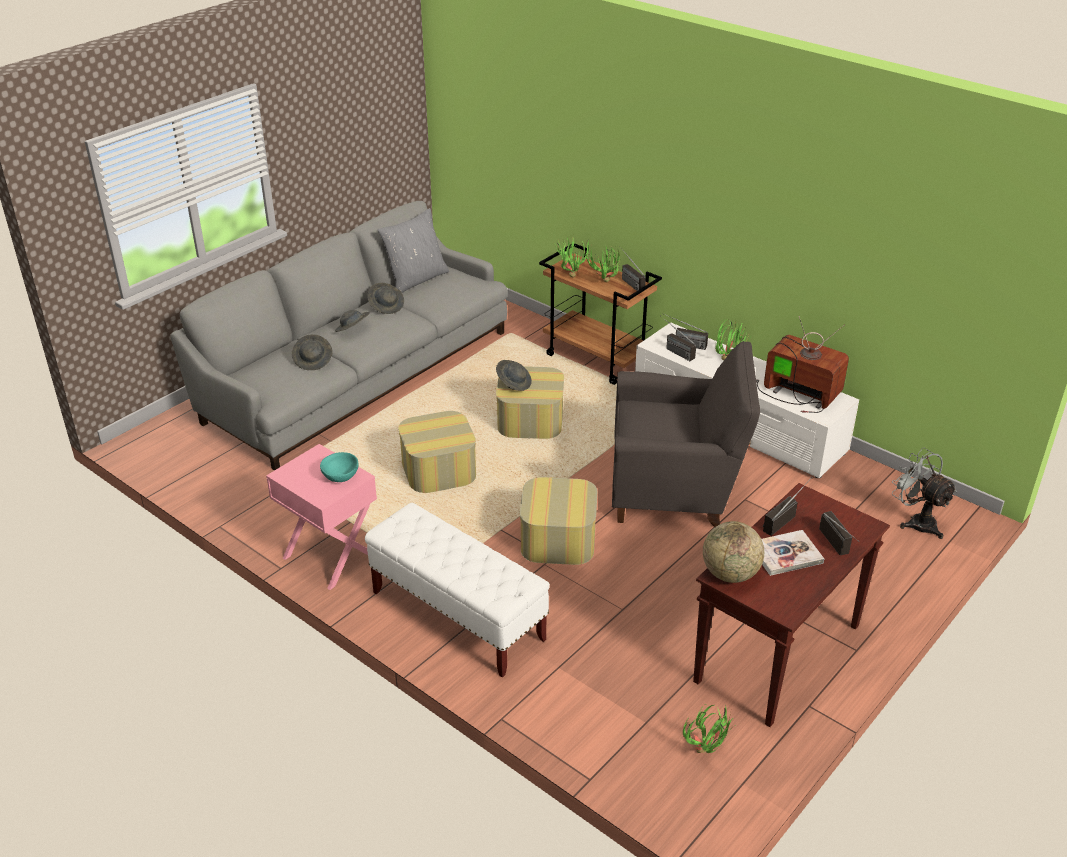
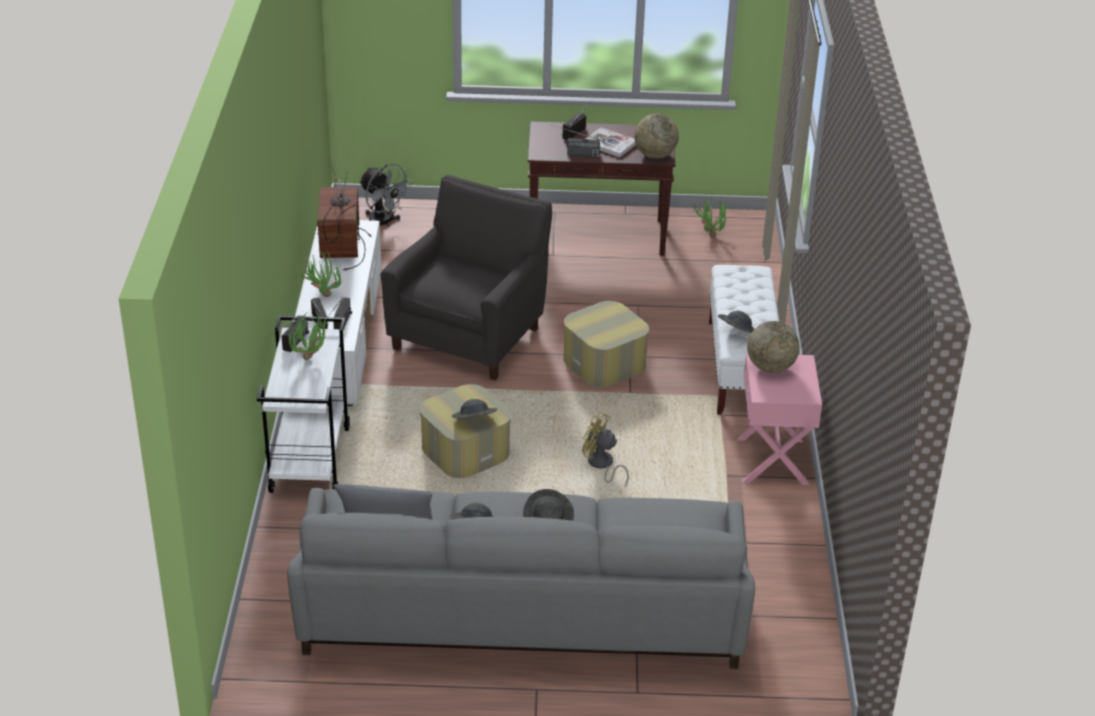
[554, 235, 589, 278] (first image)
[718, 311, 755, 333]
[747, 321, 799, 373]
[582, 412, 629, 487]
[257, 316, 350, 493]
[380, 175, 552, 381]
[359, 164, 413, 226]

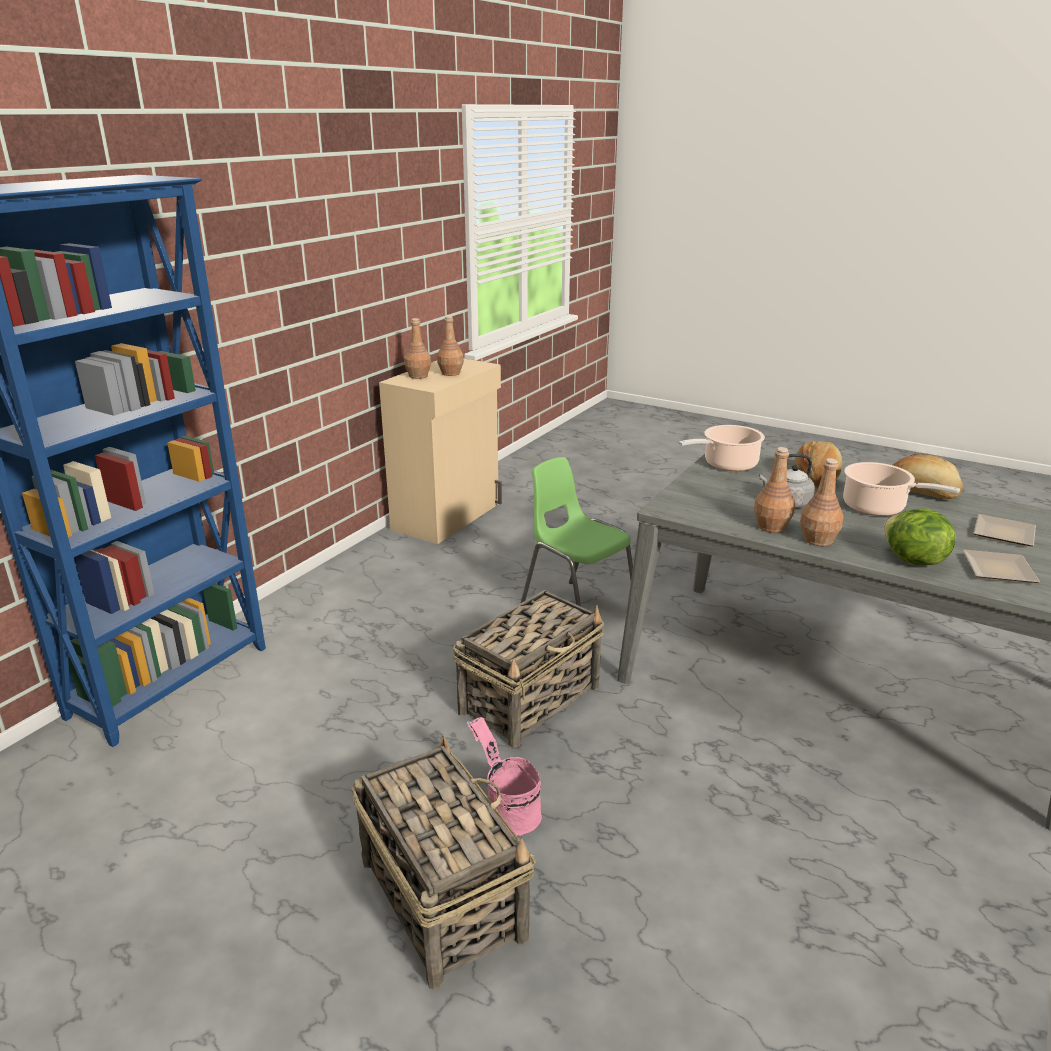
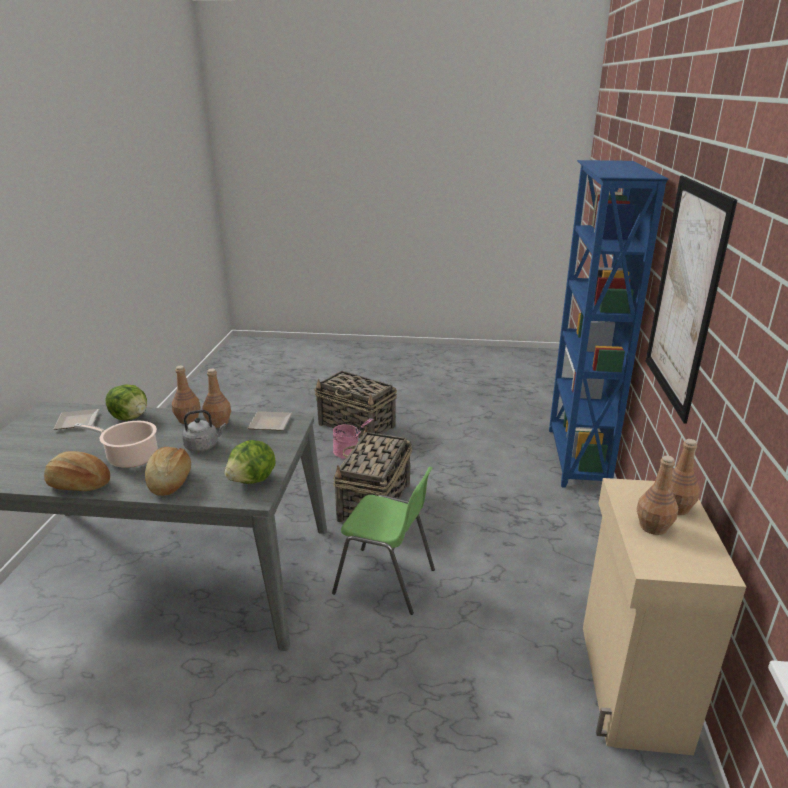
[645, 176, 738, 424]
[247, 411, 292, 431]
[224, 440, 276, 484]

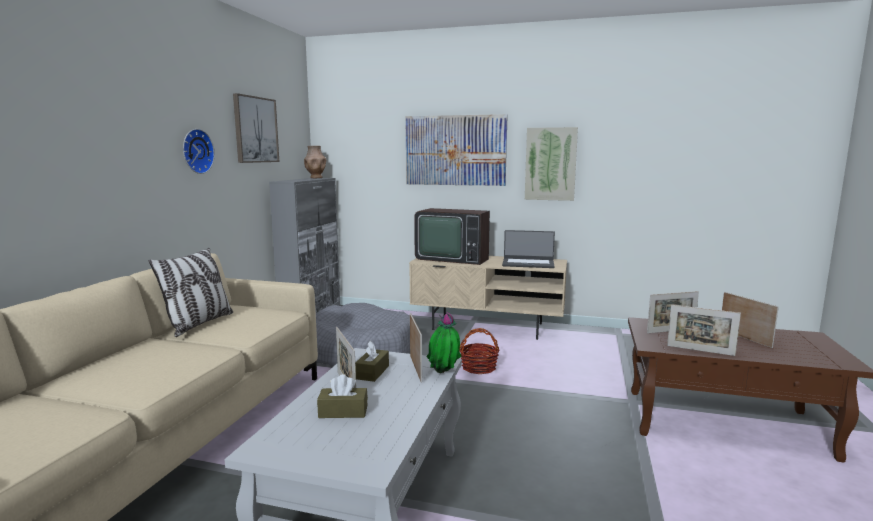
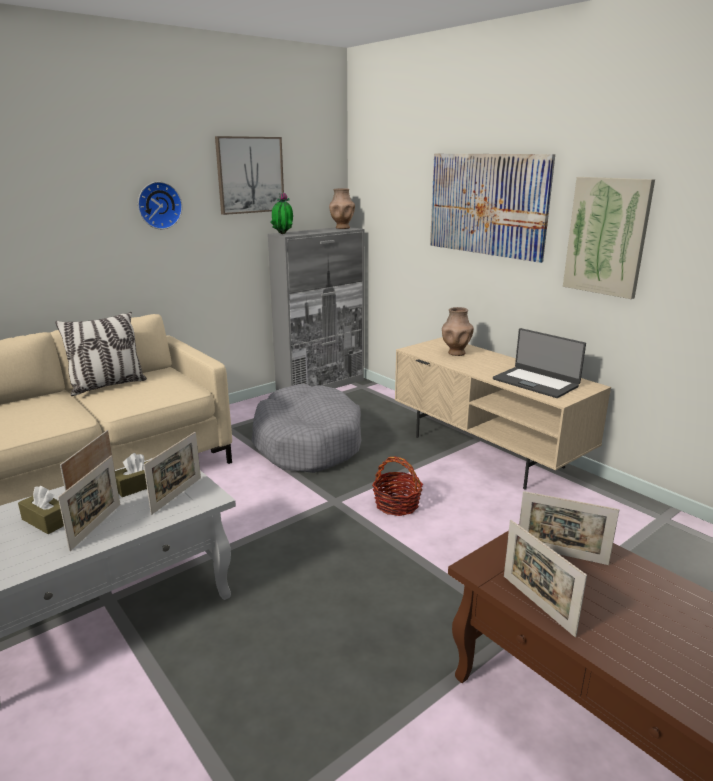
[270, 192, 293, 234]
[58, 456, 120, 551]
[442, 307, 474, 356]

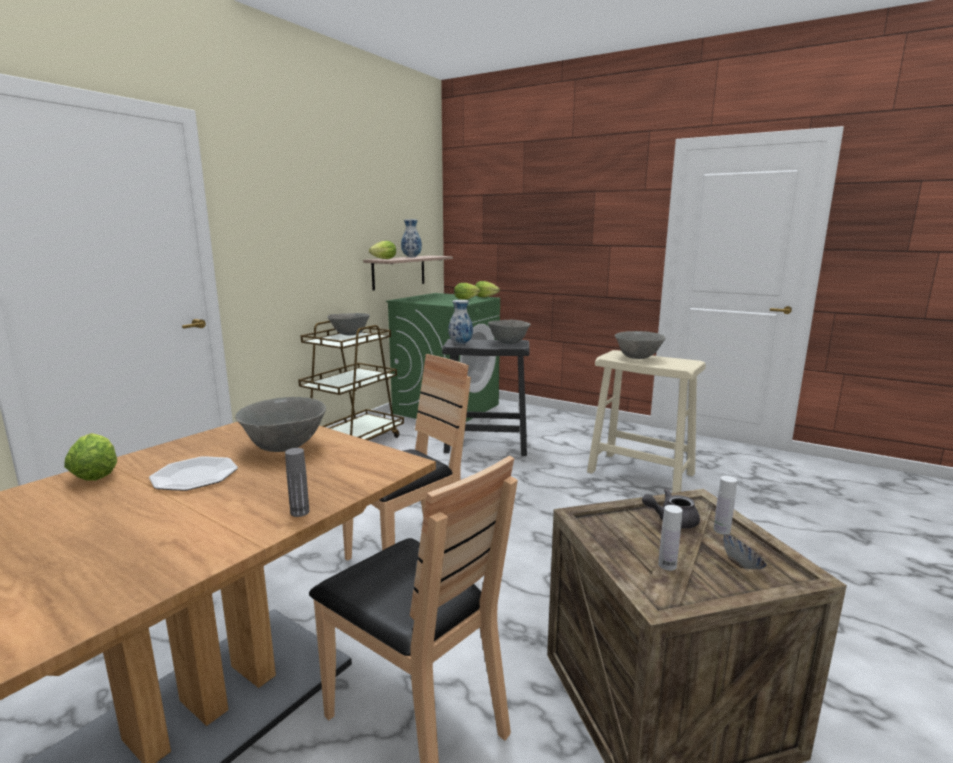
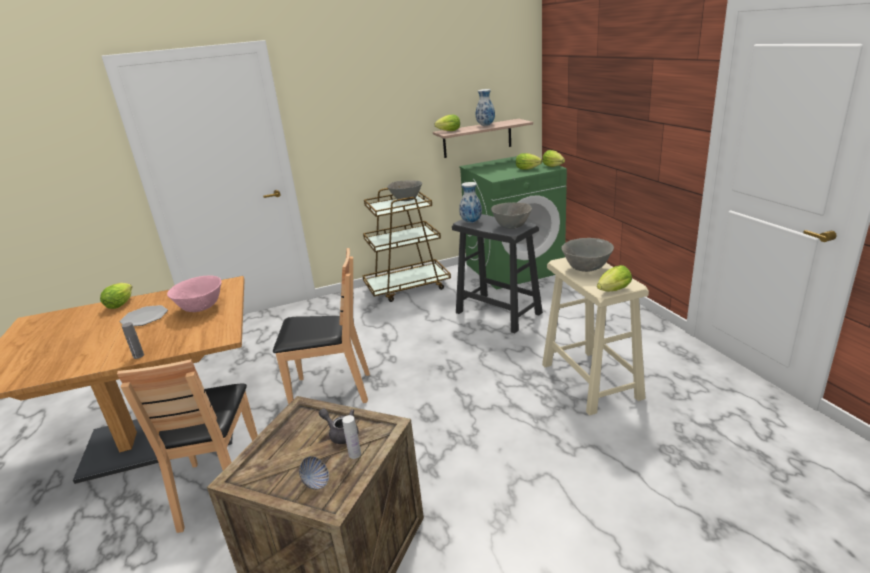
[658, 505, 683, 571] (first image)
[597, 265, 632, 292]
[167, 276, 222, 312]

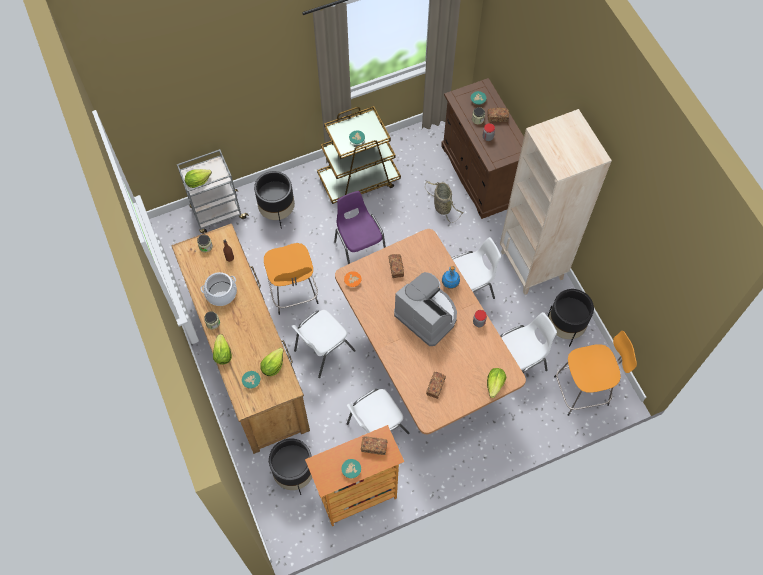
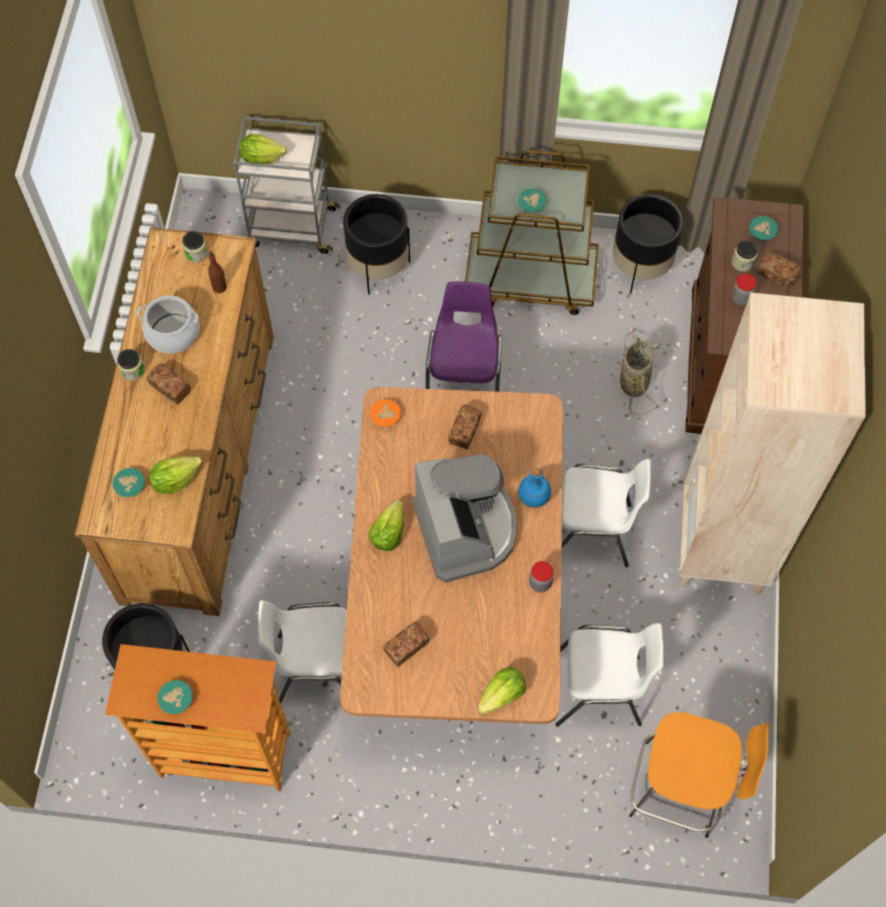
[264, 243, 318, 315] (first image)
[292, 310, 356, 378] (first image)
[369, 500, 404, 551]
[147, 363, 191, 405]
[613, 194, 683, 294]

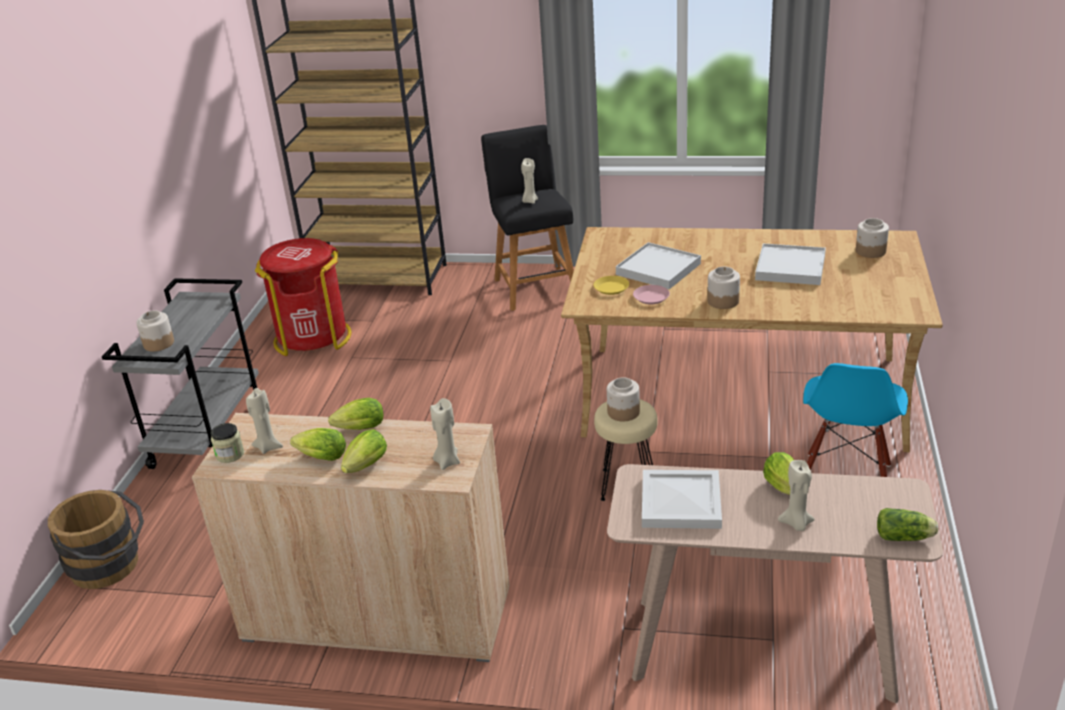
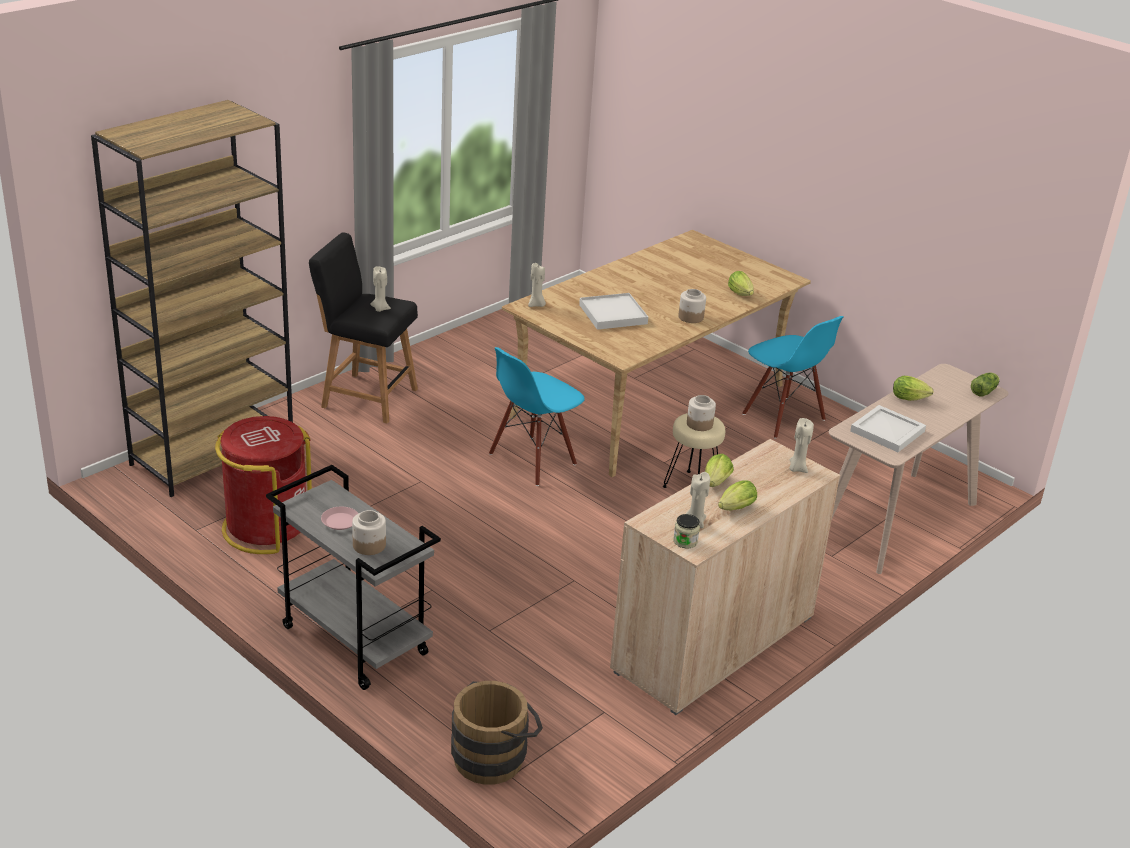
[594, 276, 629, 295] (first image)
[755, 243, 826, 285] (first image)
[856, 218, 889, 258] (first image)
[489, 347, 585, 486]
[728, 271, 754, 296]
[321, 507, 358, 530]
[528, 263, 546, 307]

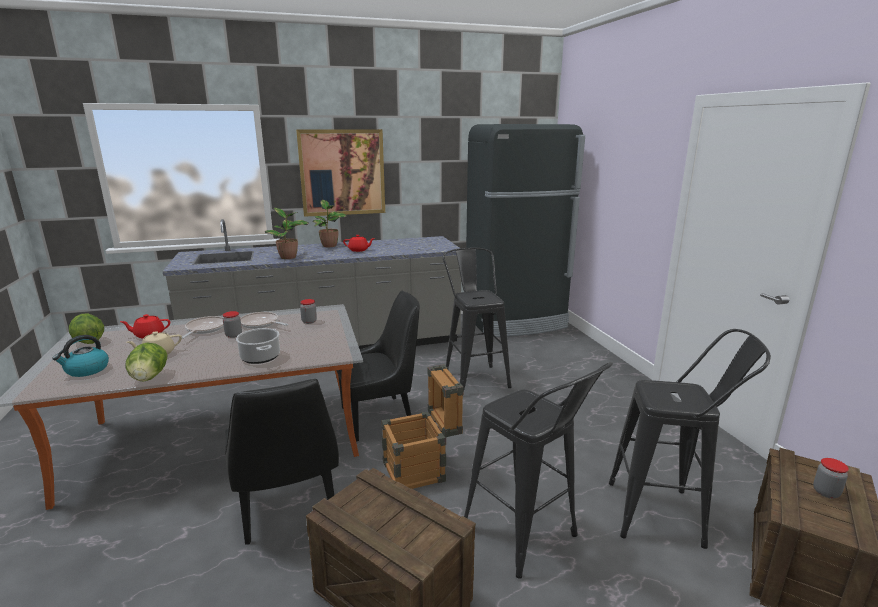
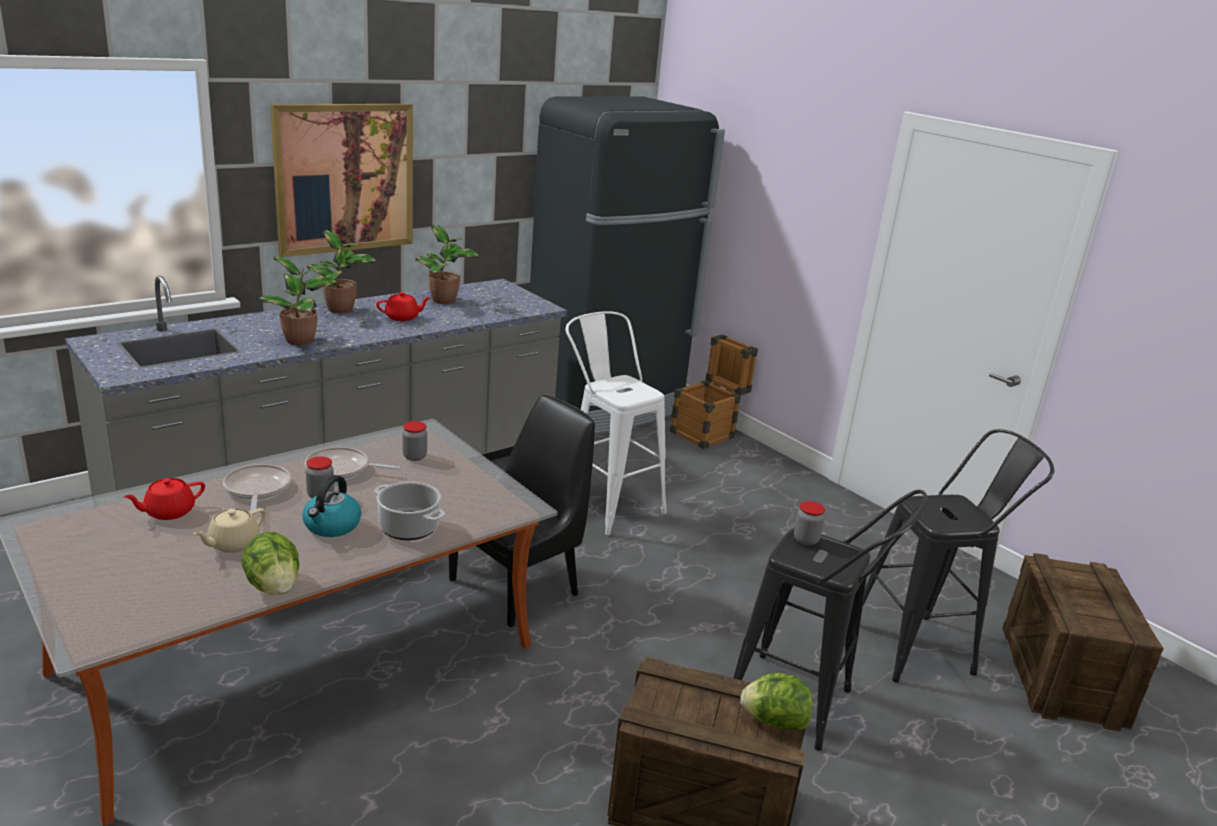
[225, 379, 339, 545] (first image)
[415, 225, 479, 304]
[302, 475, 362, 537]
[740, 673, 813, 731]
[670, 334, 758, 449]
[794, 501, 825, 545]
[566, 311, 667, 535]

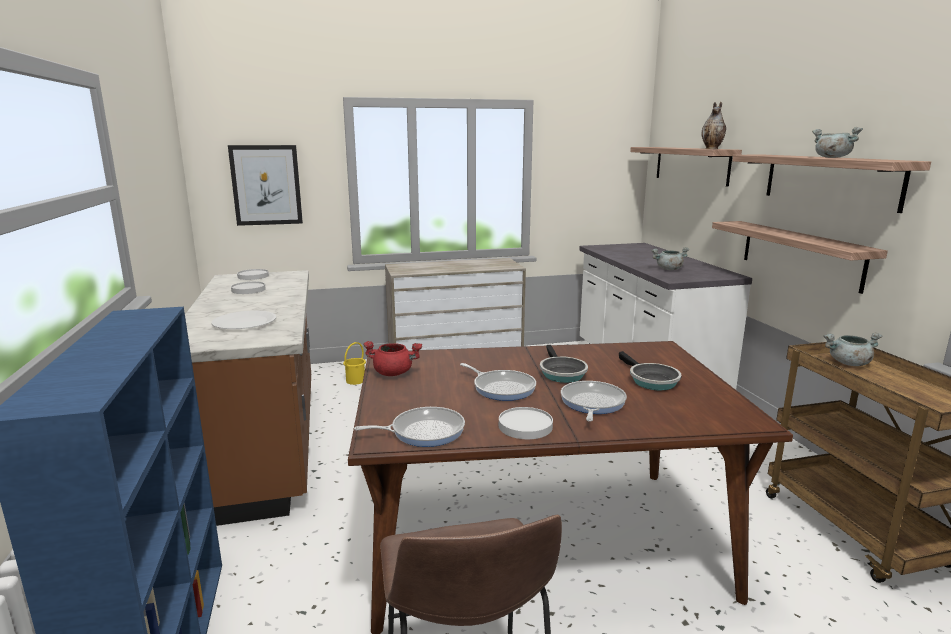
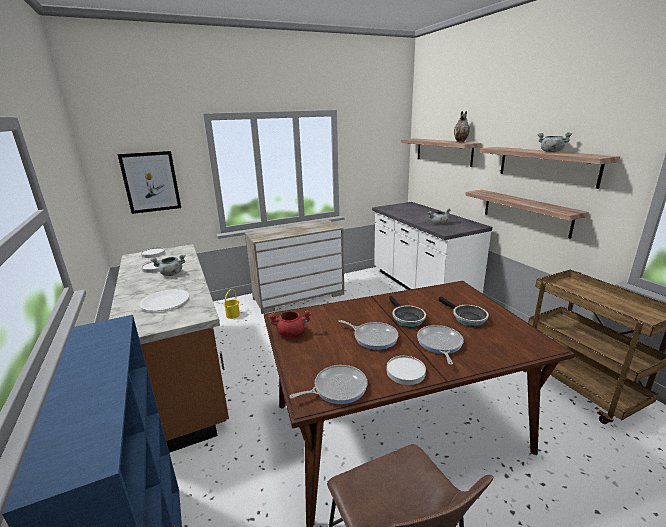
[151, 255, 185, 276]

